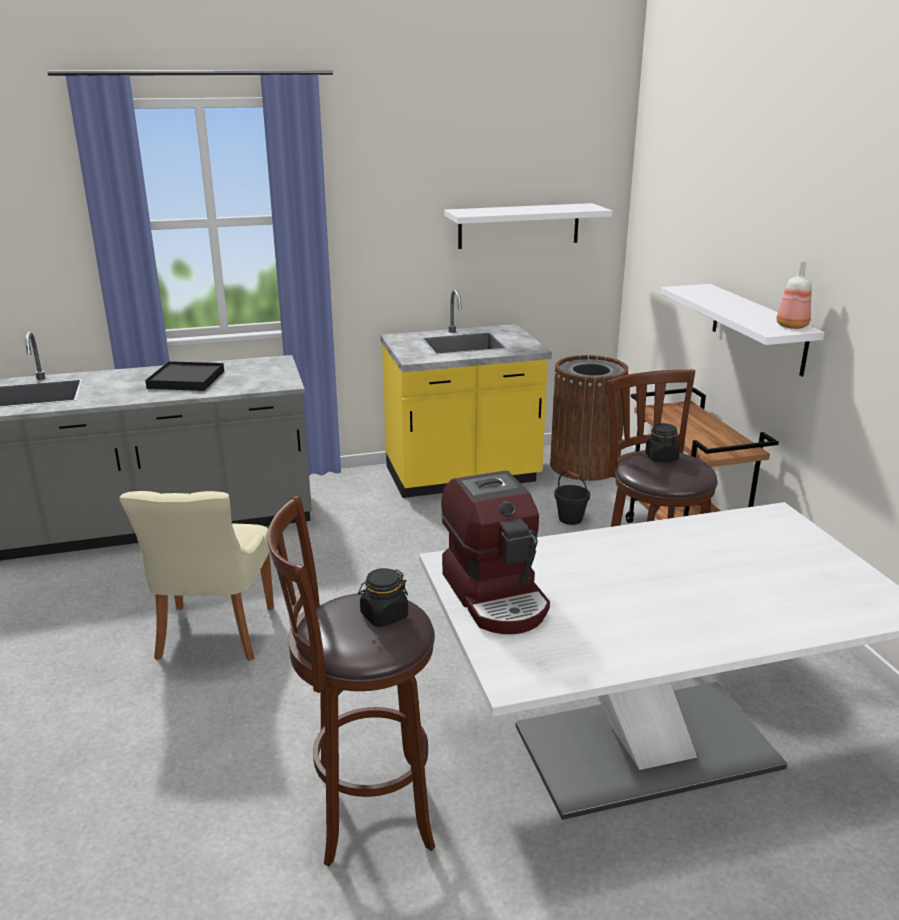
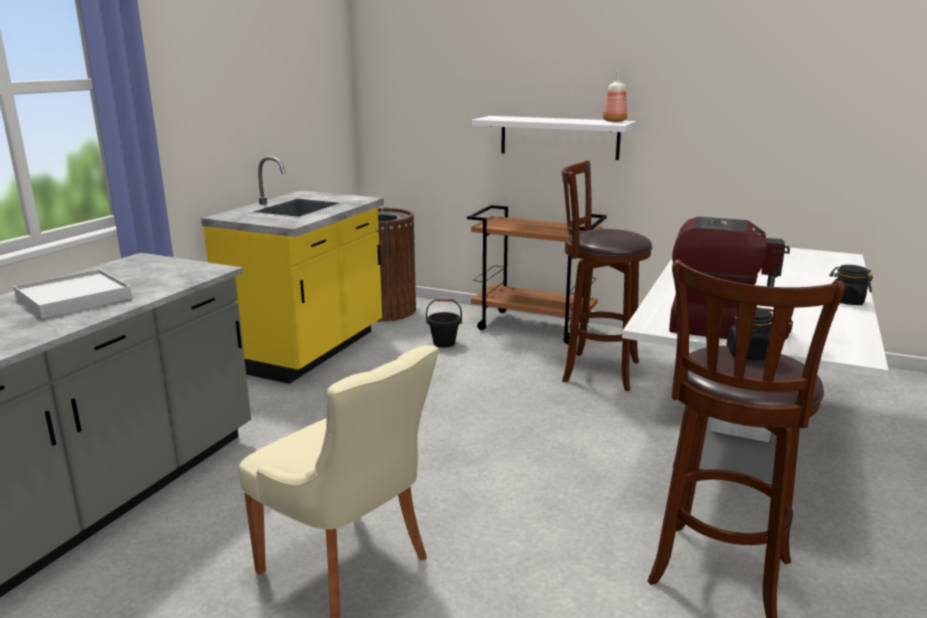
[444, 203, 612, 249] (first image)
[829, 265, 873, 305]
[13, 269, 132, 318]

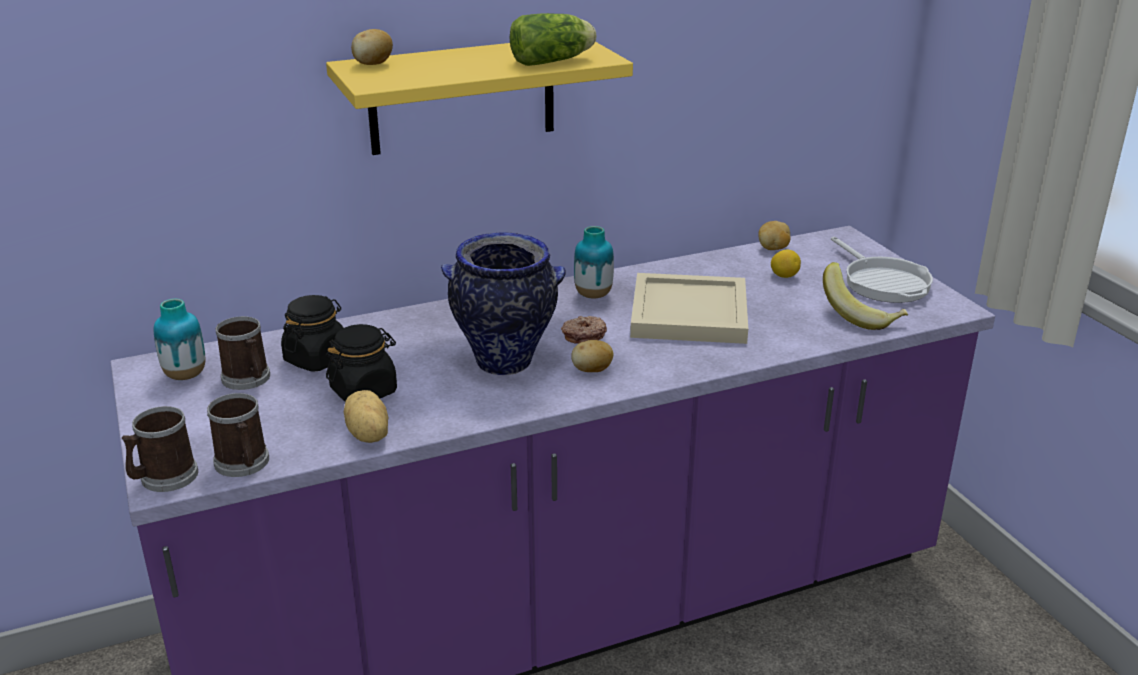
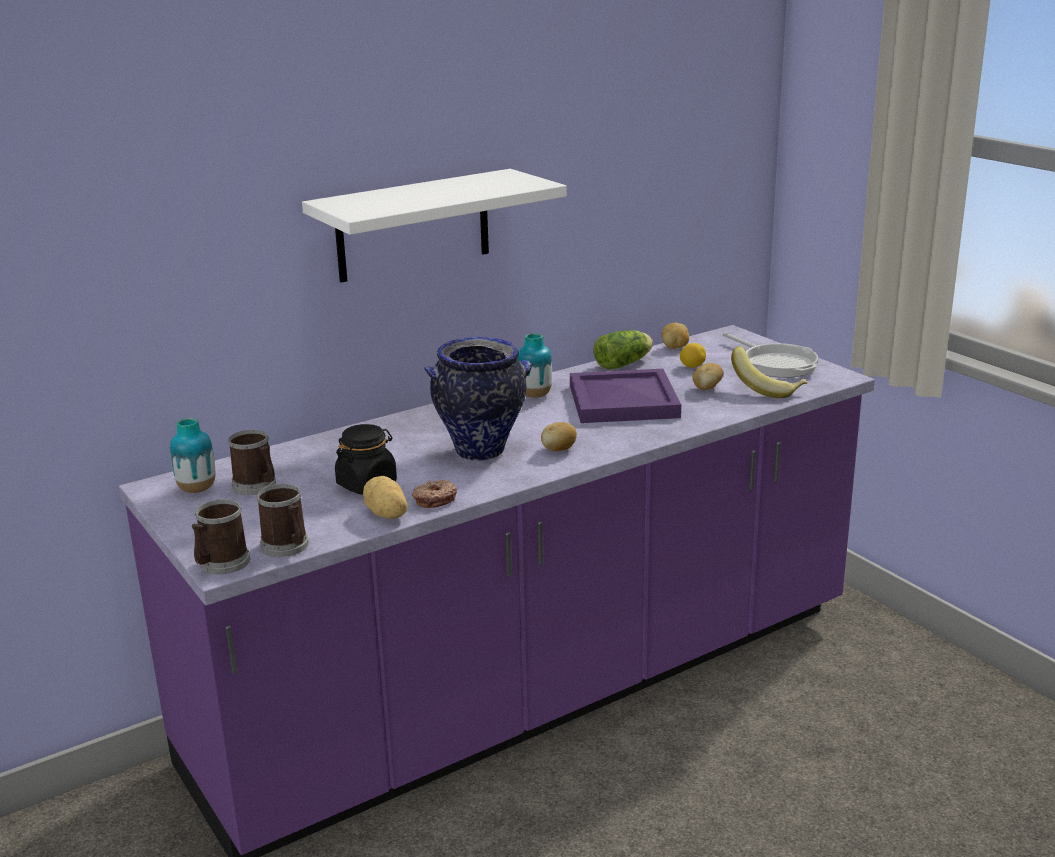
[281, 295, 343, 372] (first image)
[692, 363, 723, 390]
[593, 330, 653, 370]
[412, 480, 457, 508]
[302, 169, 567, 283]
[570, 369, 681, 423]

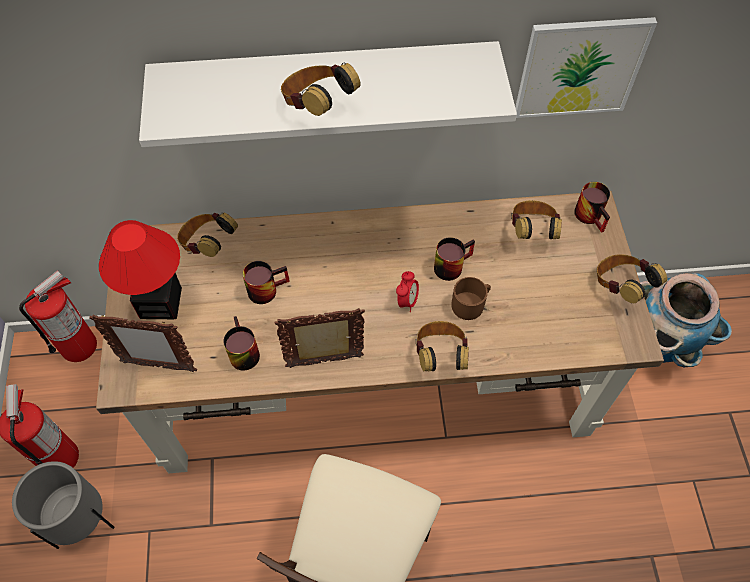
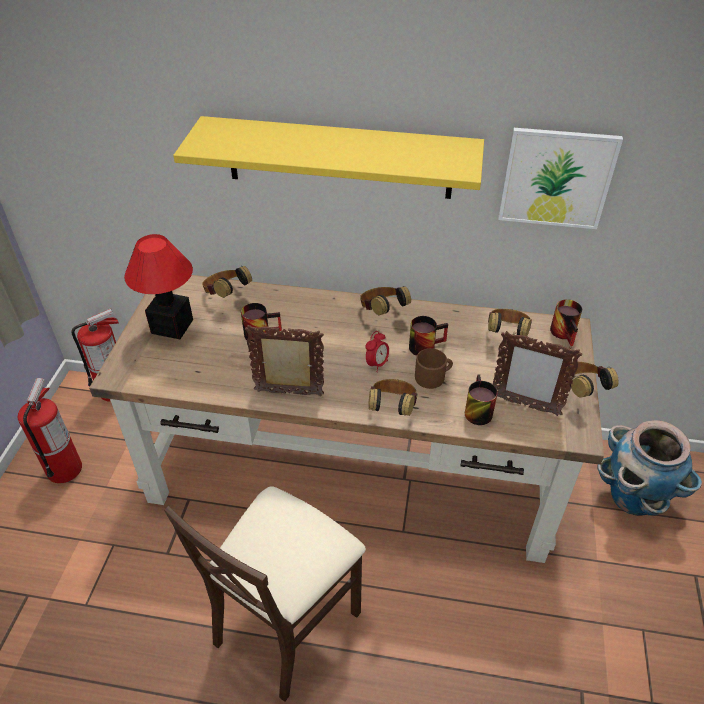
[12, 461, 114, 549] (first image)
[493, 331, 582, 416]
[465, 374, 498, 425]
[360, 286, 411, 316]
[173, 116, 484, 199]

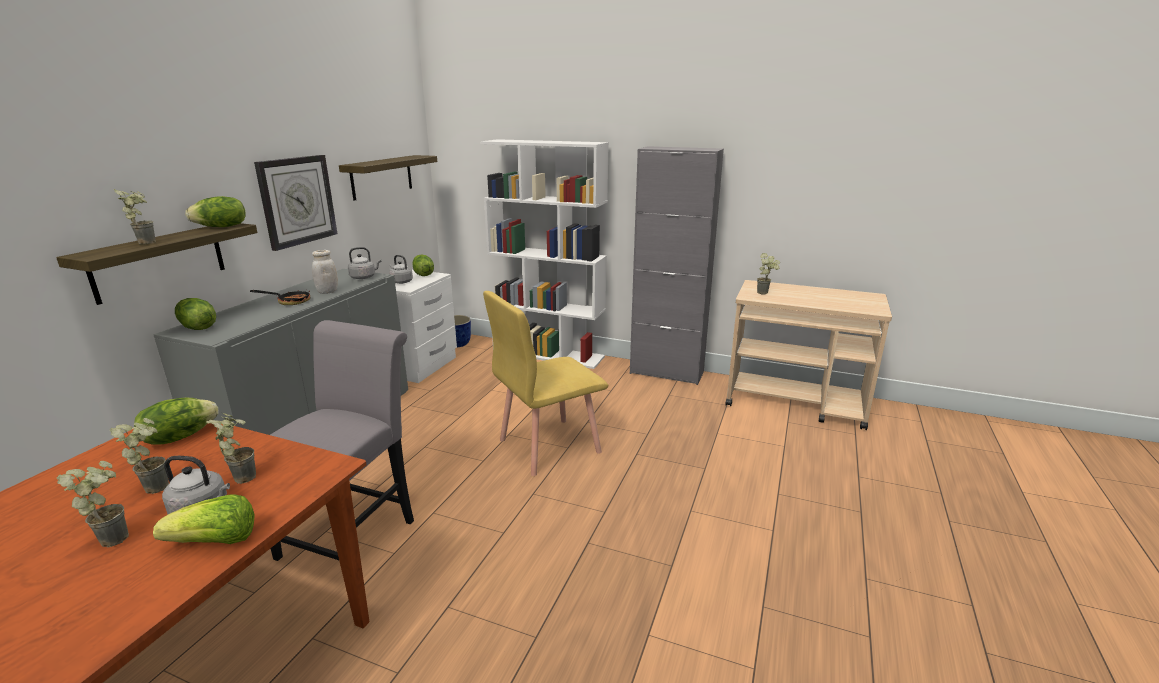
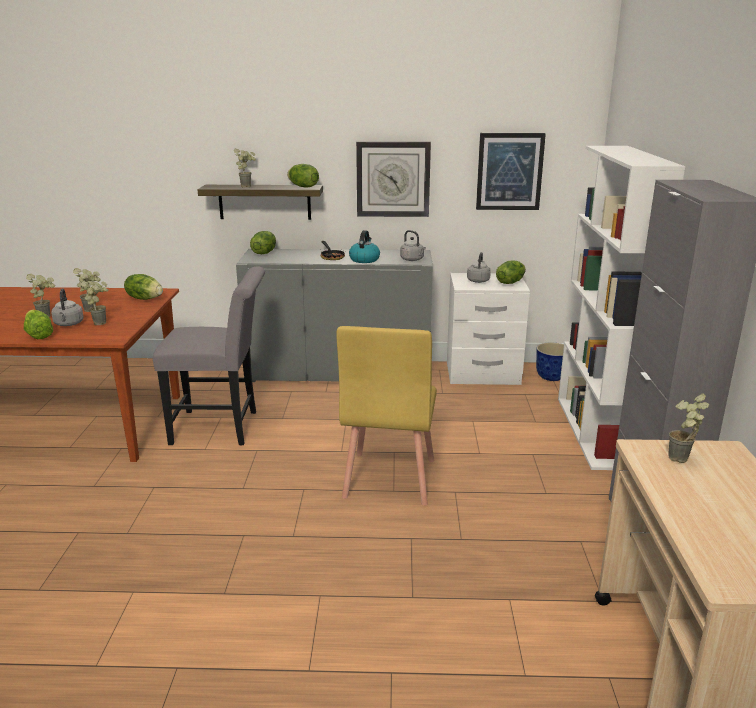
[349, 230, 380, 263]
[476, 133, 546, 210]
[336, 326, 437, 506]

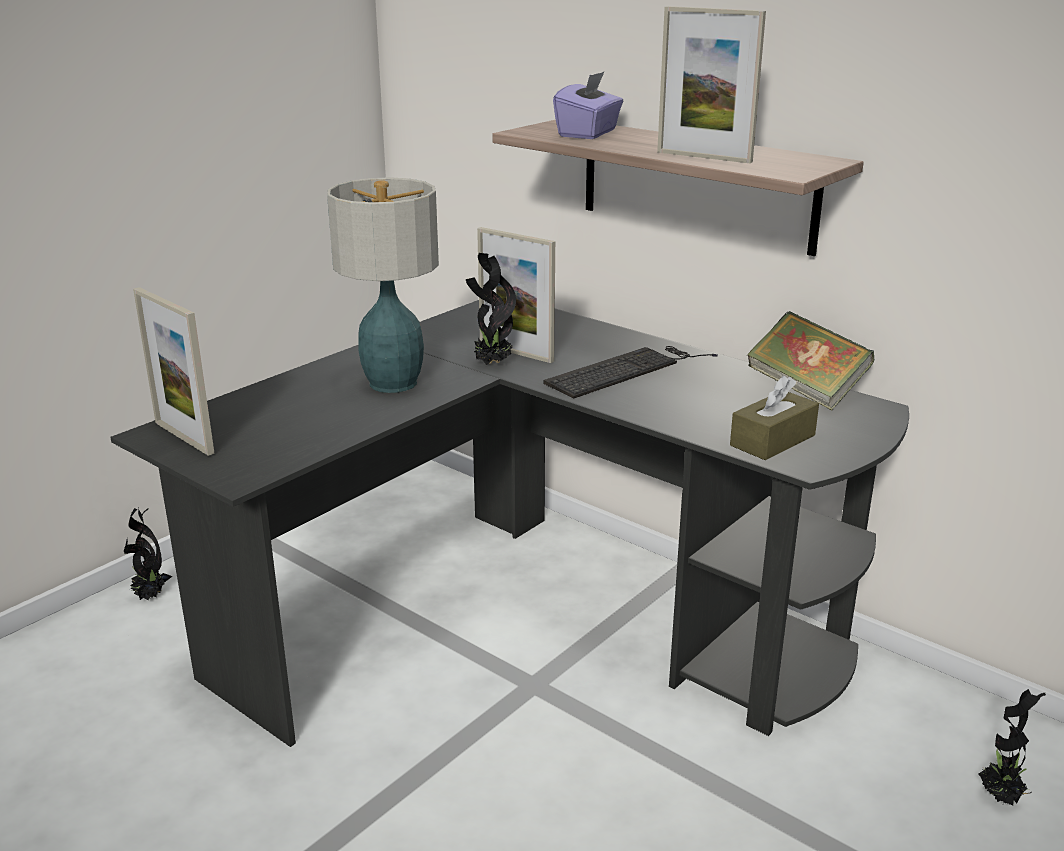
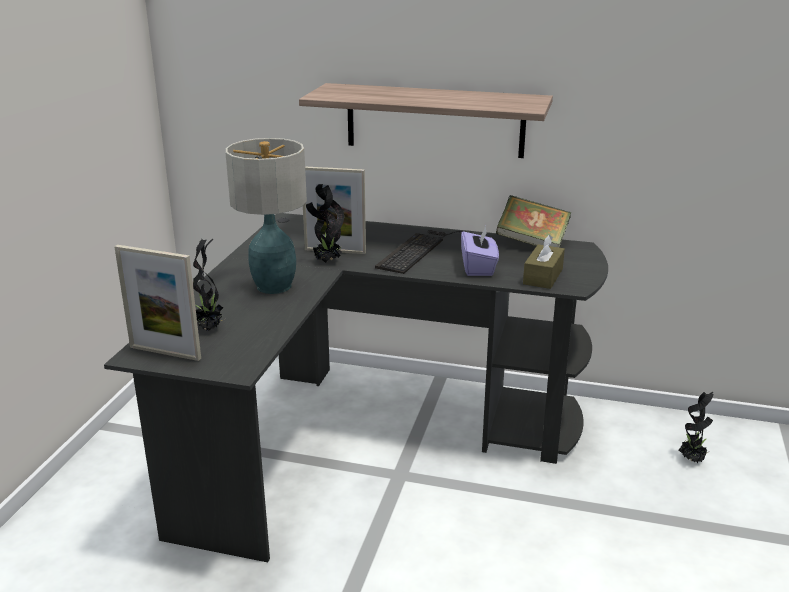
[657, 6, 766, 163] (first image)
[193, 239, 223, 330]
[461, 226, 499, 276]

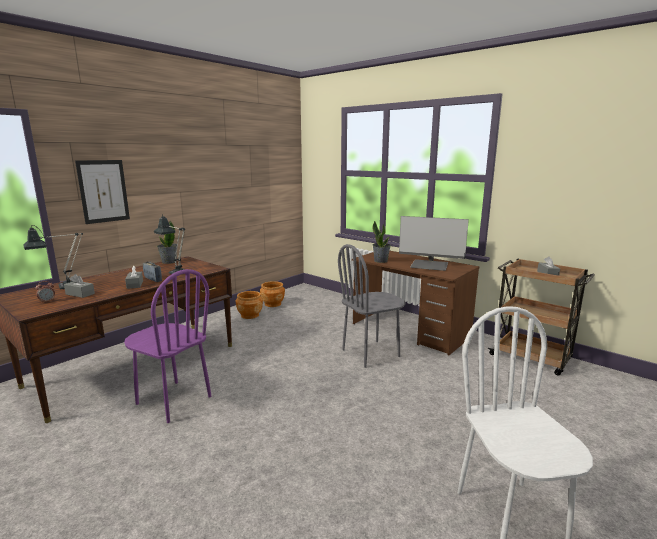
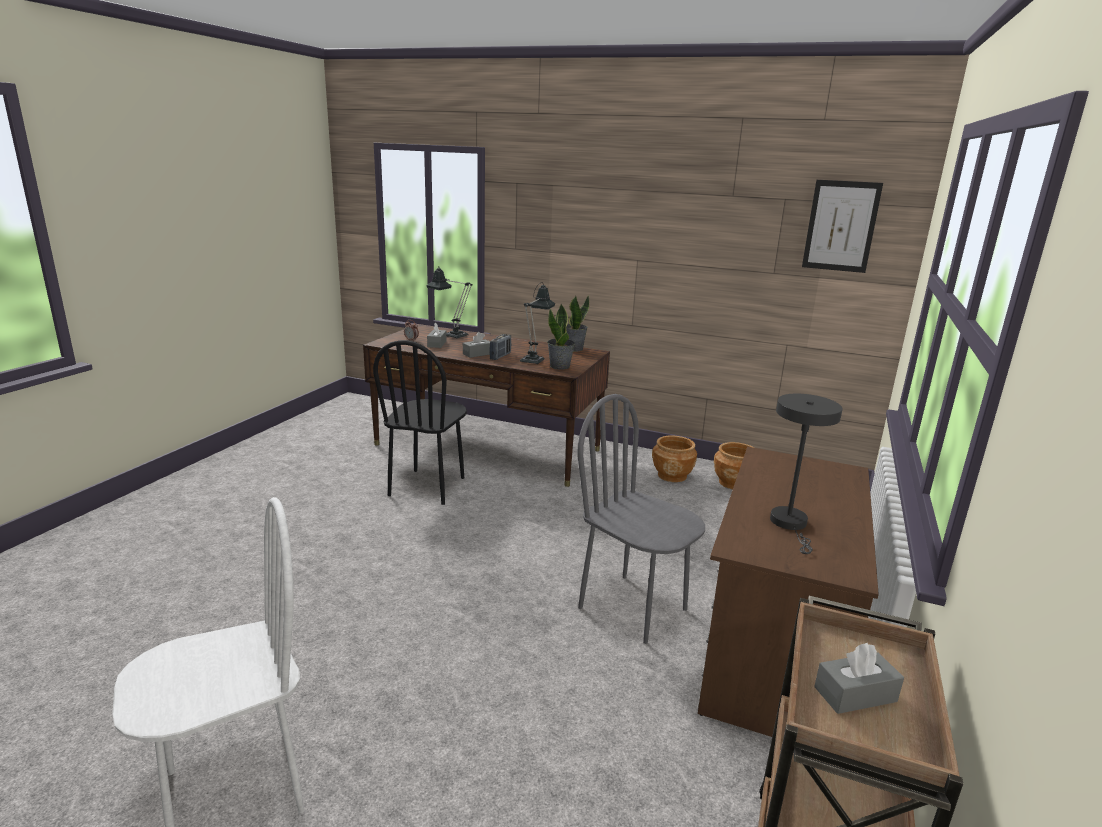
[802, 180, 883, 273]
[547, 303, 575, 370]
[770, 394, 843, 554]
[373, 340, 467, 505]

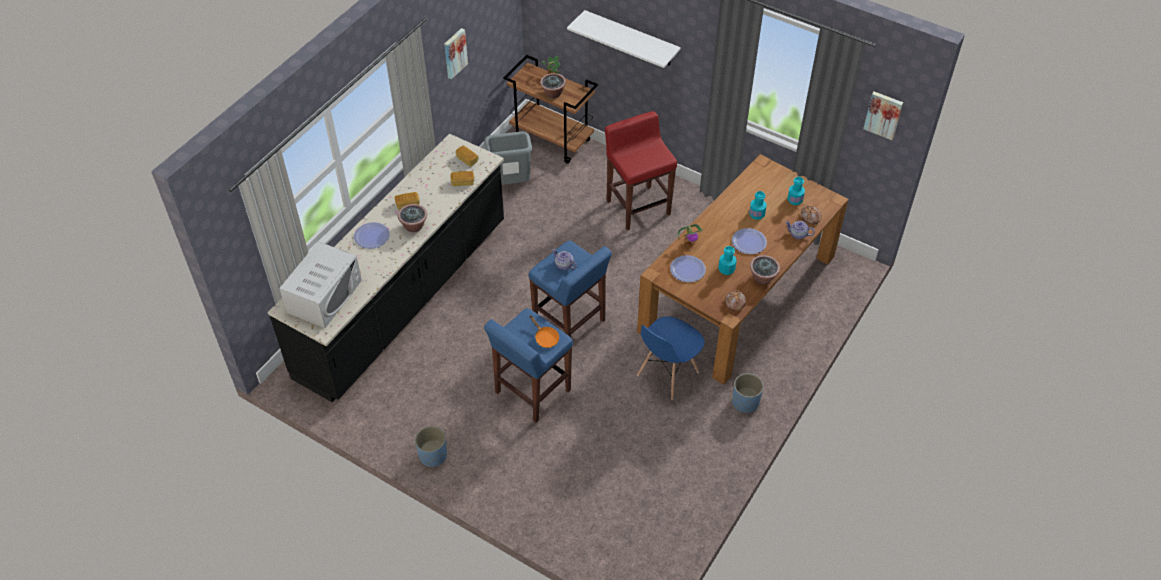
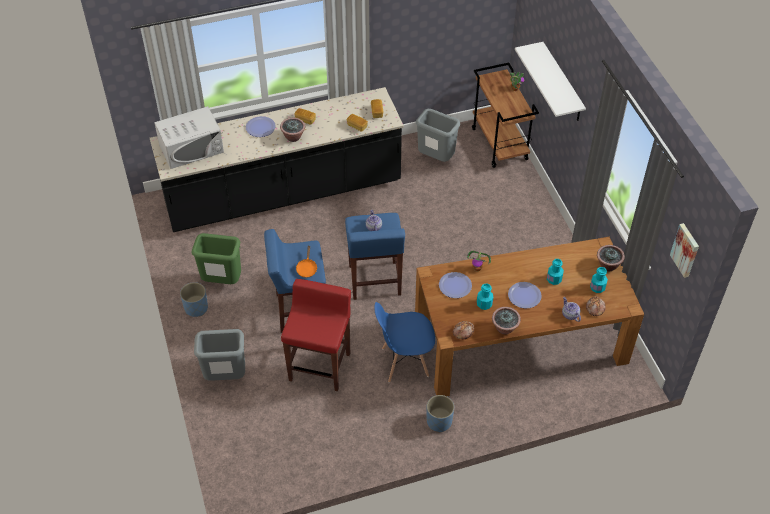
[444, 28, 468, 79] (first image)
[192, 233, 241, 284]
[194, 329, 245, 381]
[597, 245, 625, 271]
[281, 279, 351, 391]

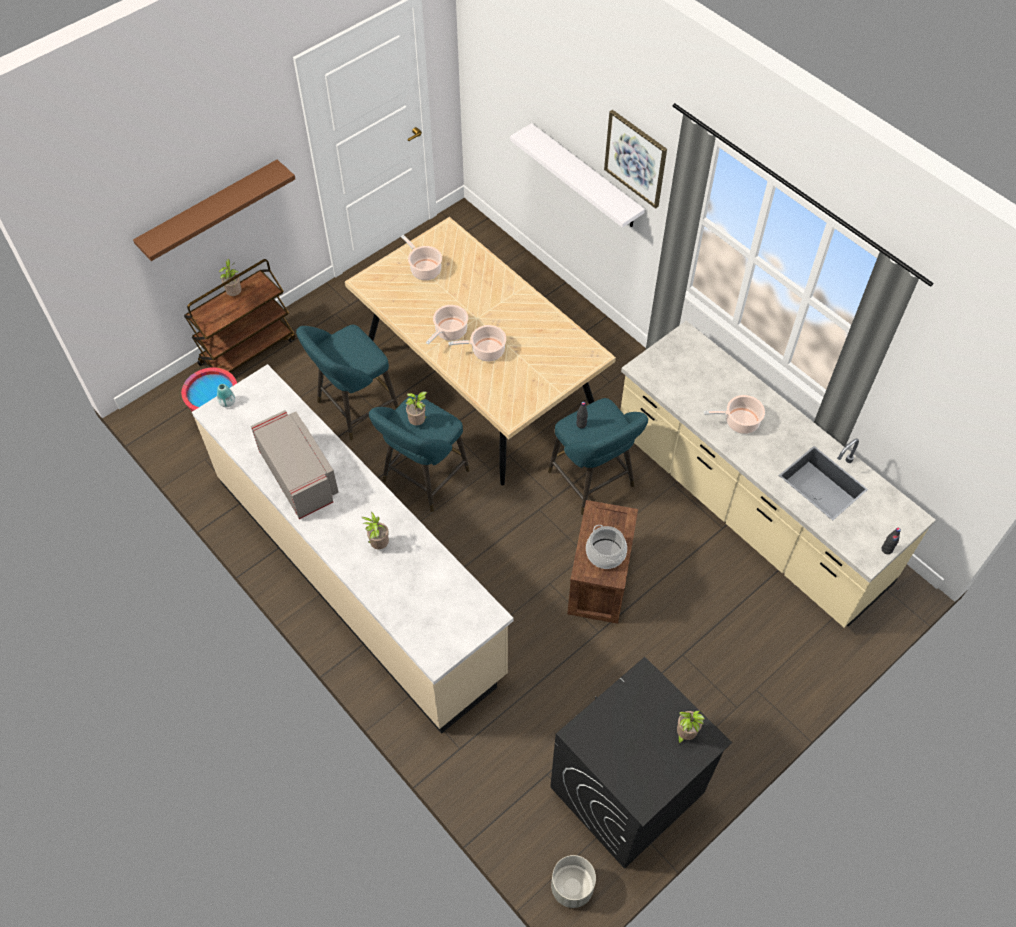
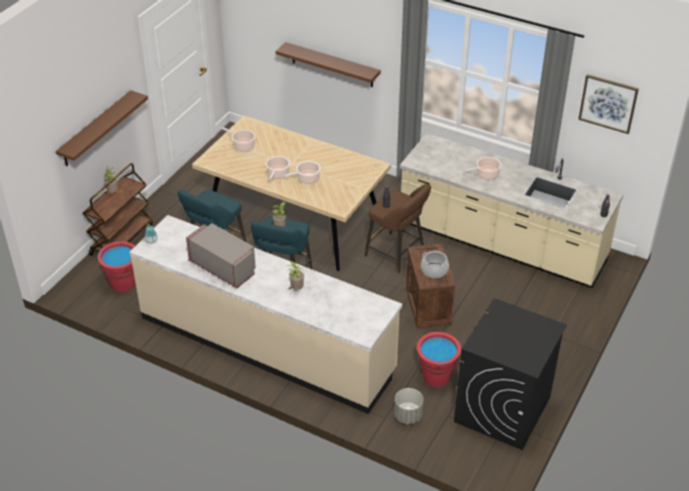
[677, 711, 705, 744] (first image)
[417, 332, 461, 387]
[394, 388, 423, 424]
[578, 74, 639, 134]
[276, 42, 381, 87]
[365, 184, 431, 273]

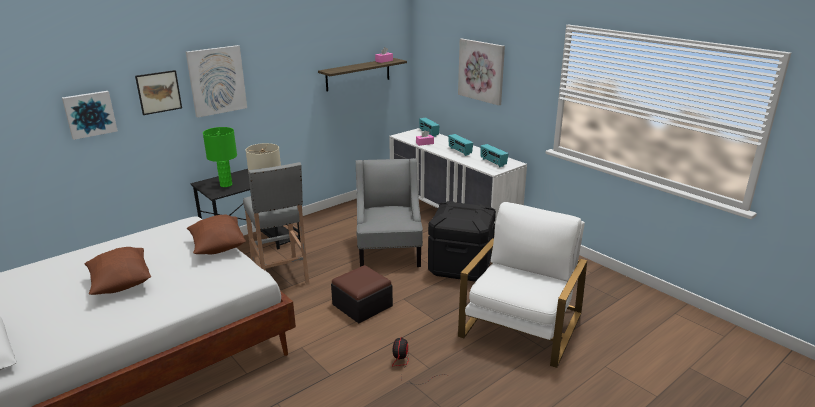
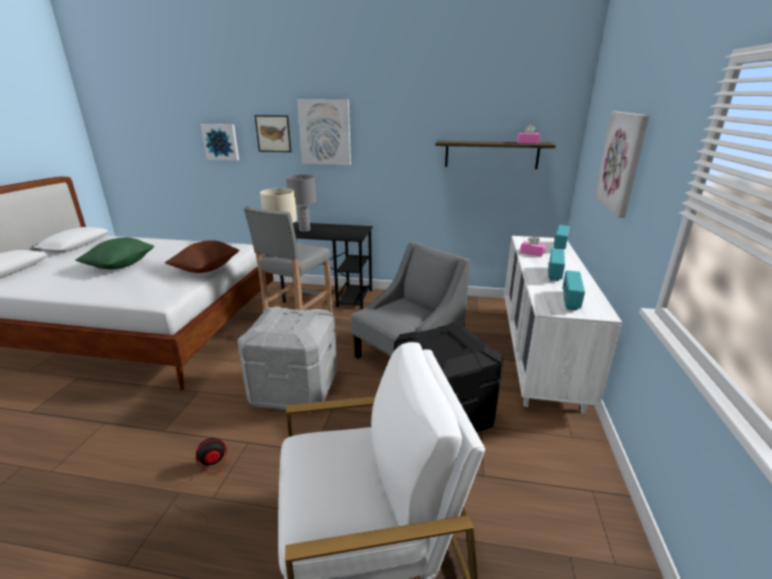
[237, 306, 338, 413]
[75, 237, 154, 269]
[286, 175, 316, 232]

